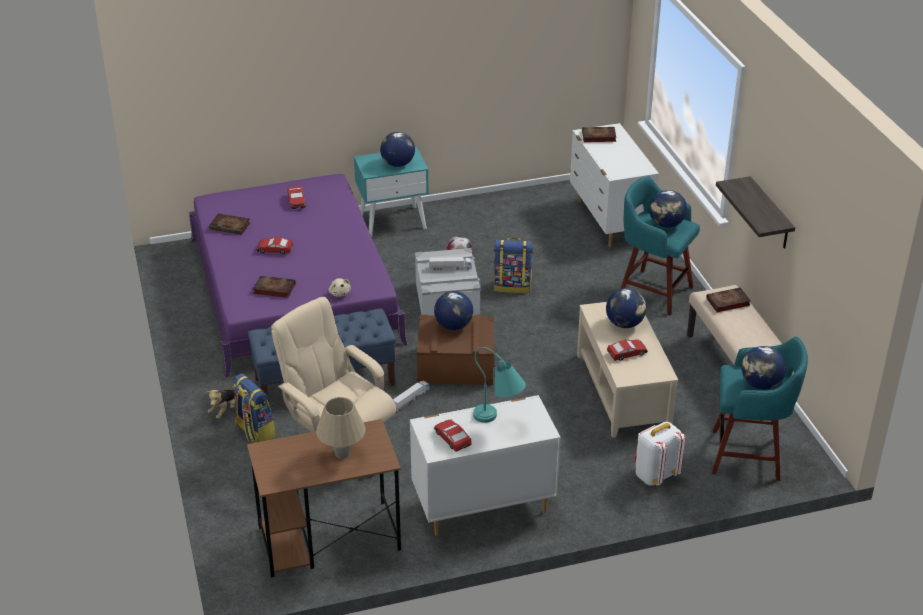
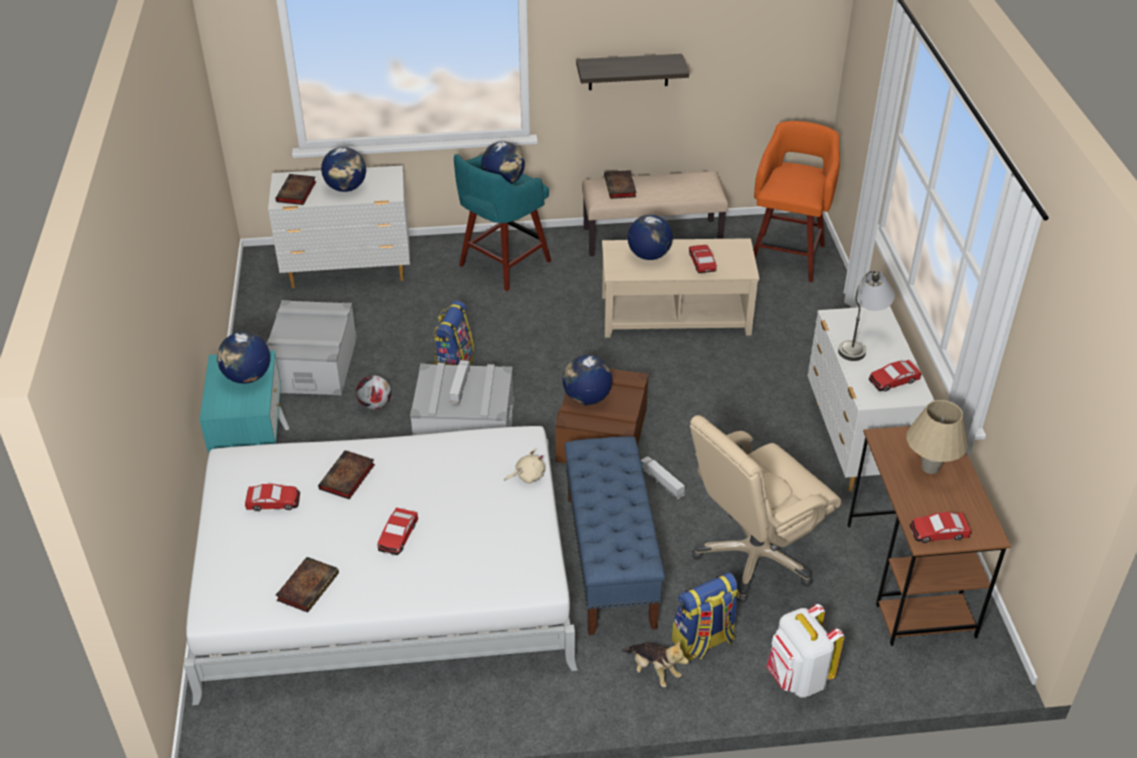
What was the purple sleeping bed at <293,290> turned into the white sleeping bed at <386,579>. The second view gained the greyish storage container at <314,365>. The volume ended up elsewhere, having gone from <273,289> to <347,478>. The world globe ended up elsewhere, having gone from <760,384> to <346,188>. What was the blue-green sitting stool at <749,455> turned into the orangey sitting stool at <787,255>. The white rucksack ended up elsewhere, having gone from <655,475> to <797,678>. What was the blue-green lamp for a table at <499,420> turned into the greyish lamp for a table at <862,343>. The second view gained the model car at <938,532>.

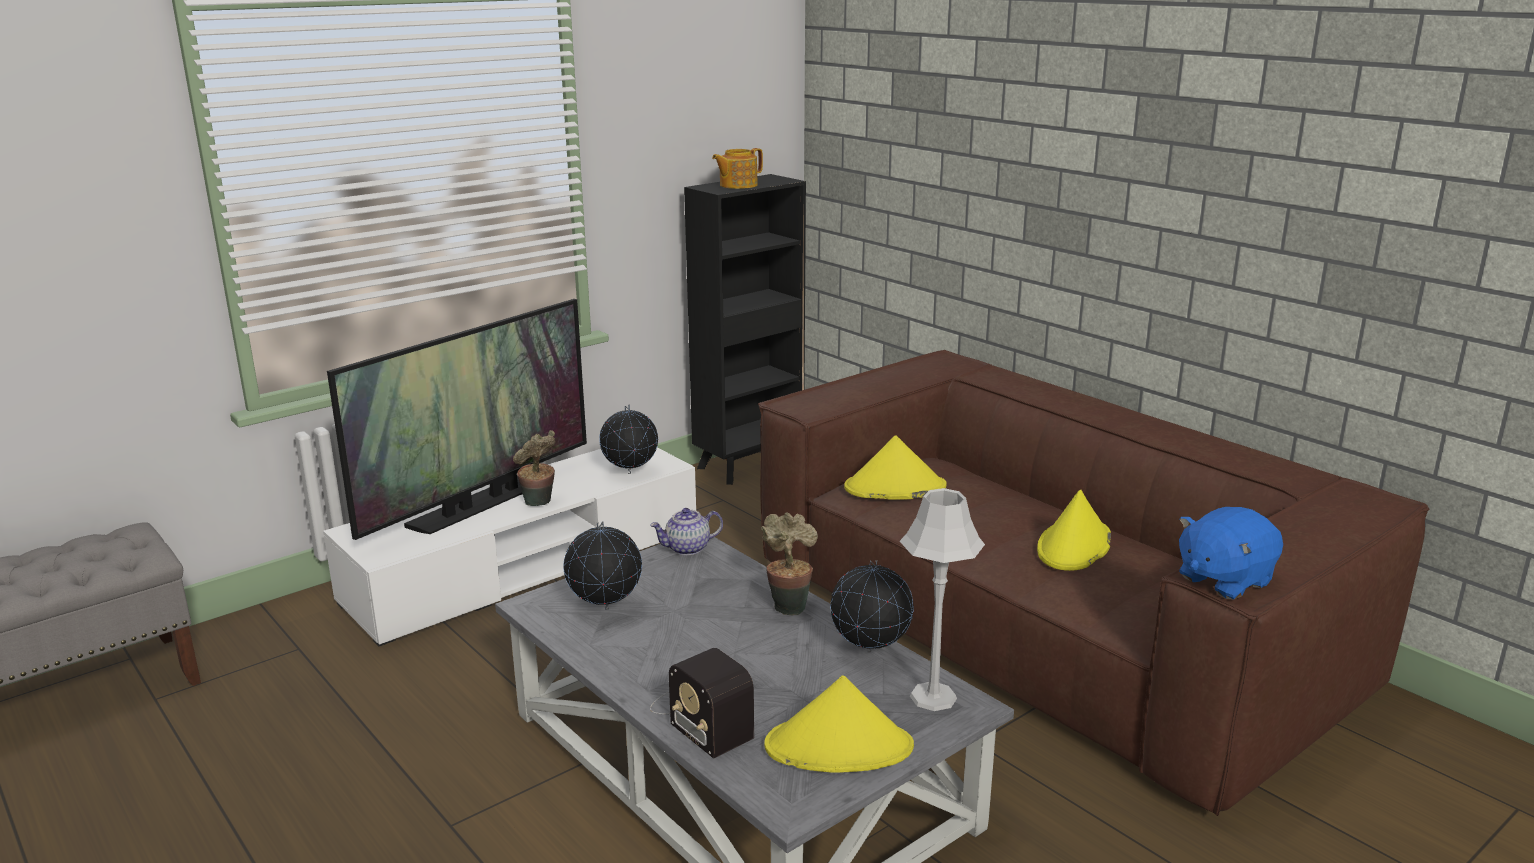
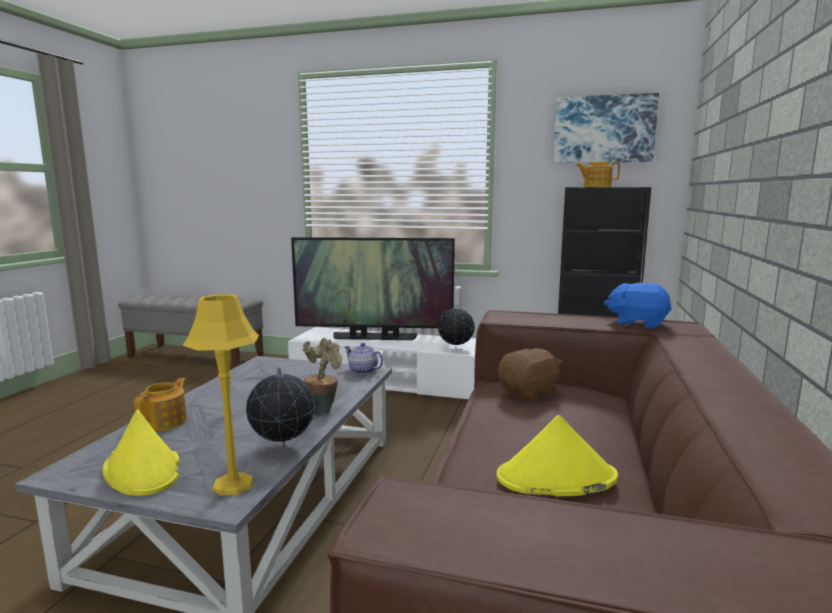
Where the radio stood at <700,716>, the tea pot came to stand at <165,422>. What was the greyish lamp for a table at <932,697> turned into the yellow lamp for a table at <233,484>. Where the yellow clothing hat stood at <894,488>, the brownish cuddly toy came to stand at <529,392>. The second view gained the wall art at <603,129>. The bluish cuddly toy ended up elsewhere, having gone from <1223,580> to <637,323>. The second view lost the potted plant at <539,504>. The second view lost the world globe at <605,609>.

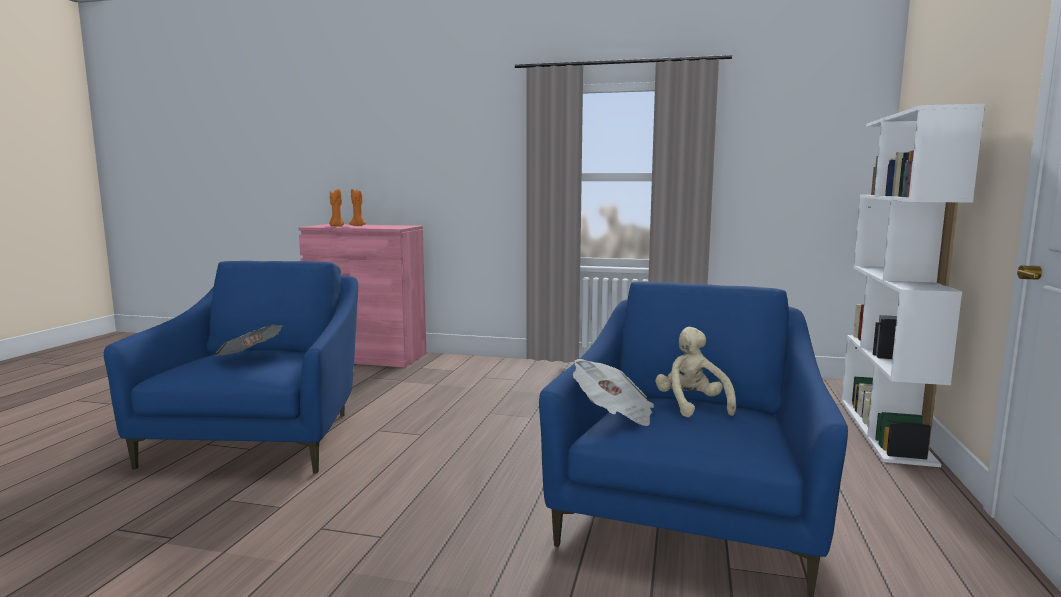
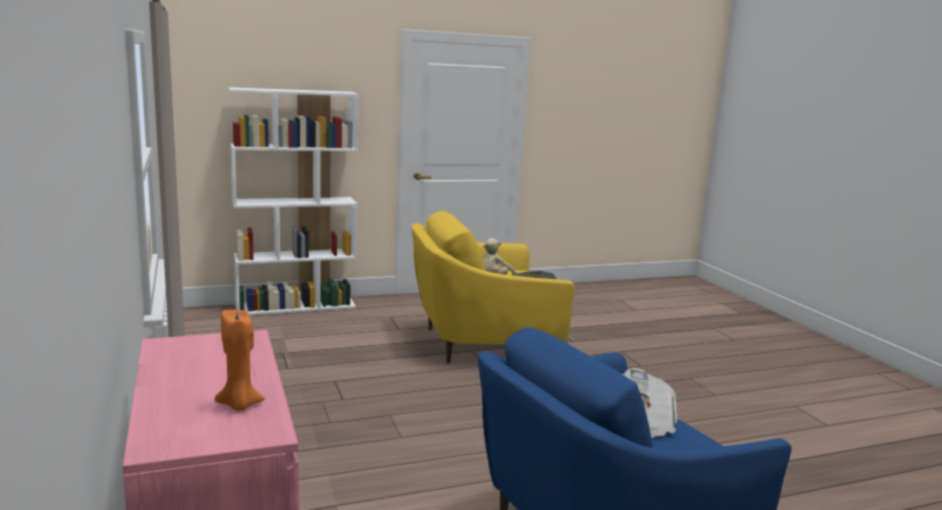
What was the bluish lounge chair at <688,513> turned into the yellow lounge chair at <483,343>. The second view lost the orangey wax candle at <358,225>.

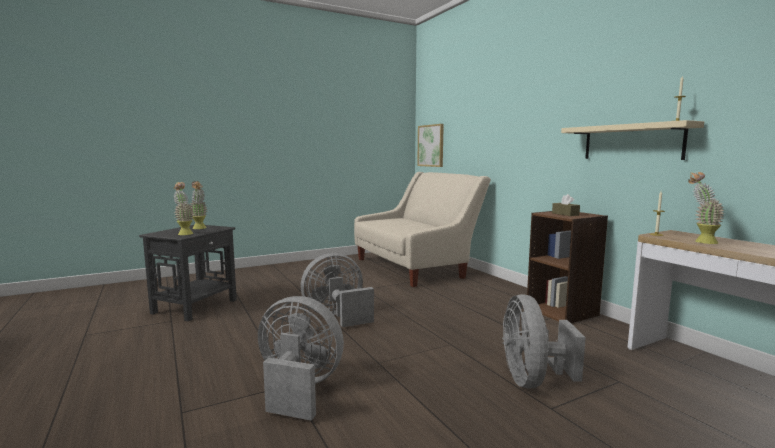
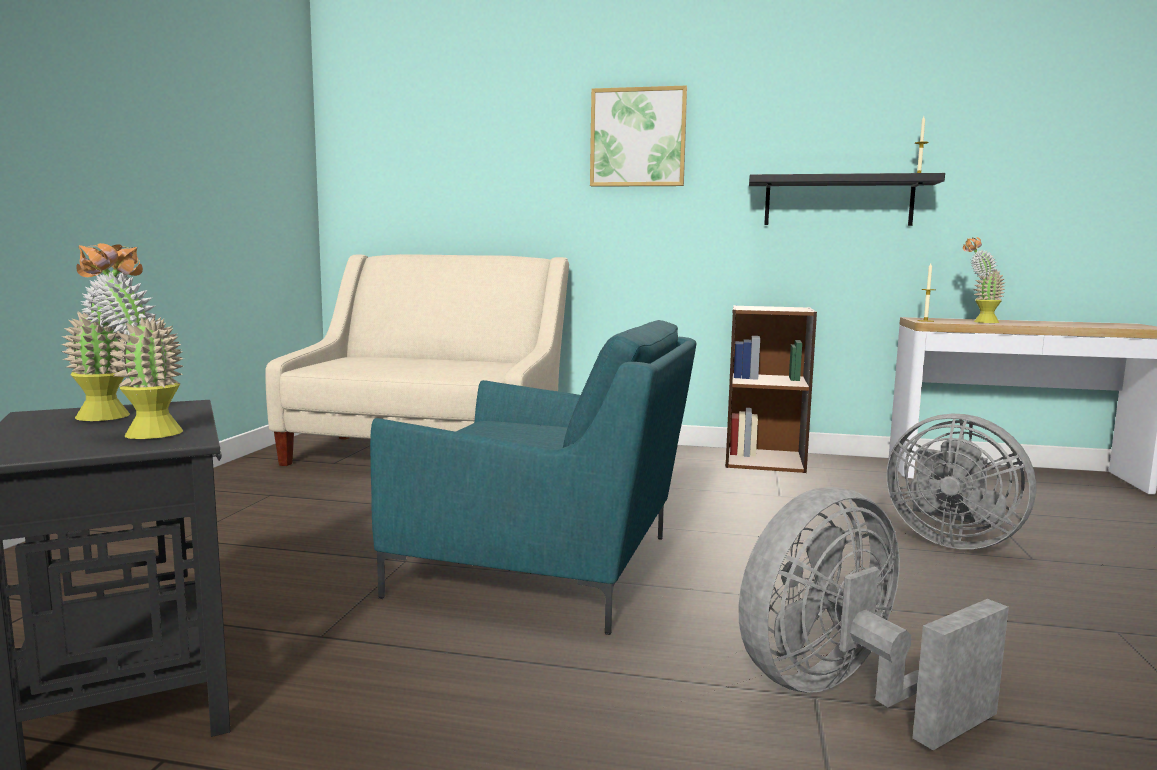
Where the greyish electric fan stood at <337,316>, the blue-green lounge chair came to stand at <547,567>. The wall art ended up elsewhere, having gone from <431,145> to <638,137>. What was the beige shelf at <631,142> turned into the blackish shelf at <838,201>. The second view lost the brownish tissue holder at <565,214>.

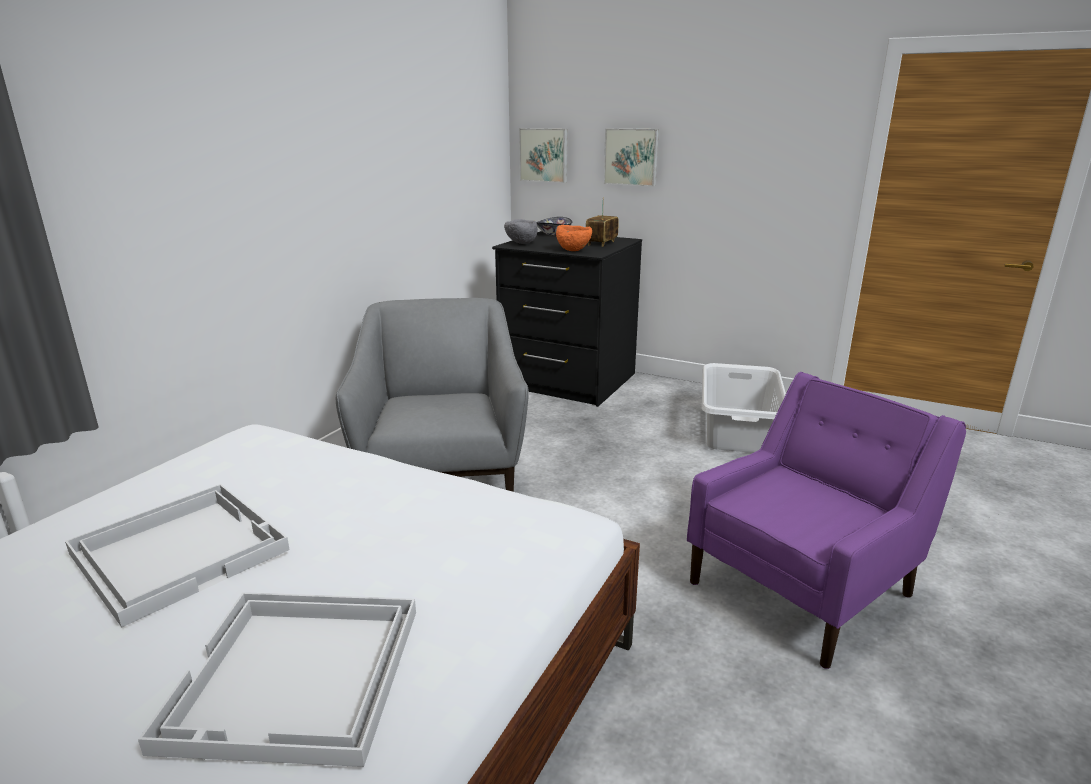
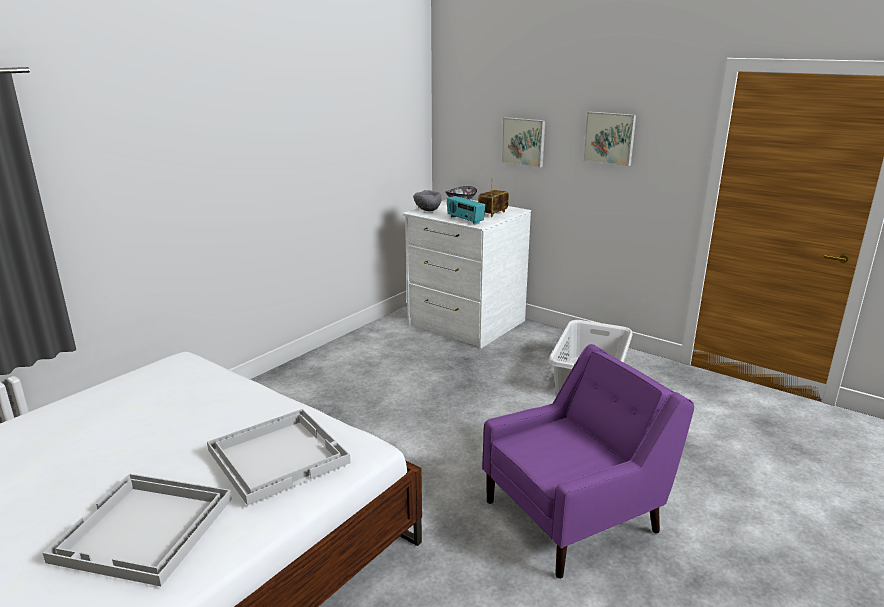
The white tray ended up elsewhere, having gone from <180,550> to <278,455>. What was the blackish chest of drawers at <567,381> turned into the white chest of drawers at <465,323>. Where the orangey deep dish stood at <574,250>, the radio came to stand at <464,220>. The wall art ended up elsewhere, having gone from <544,155> to <610,138>. The second view lost the greyish lounge chair at <442,470>.

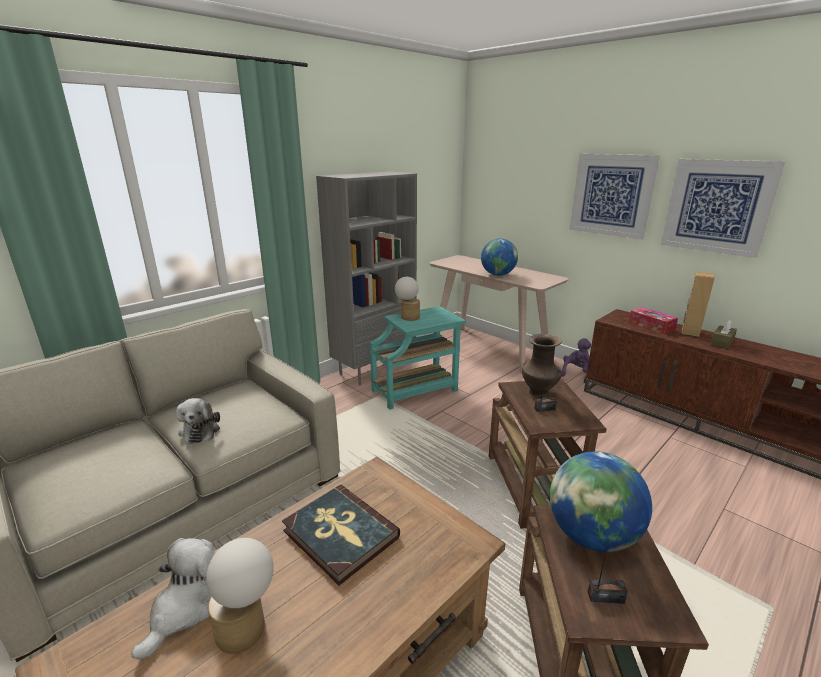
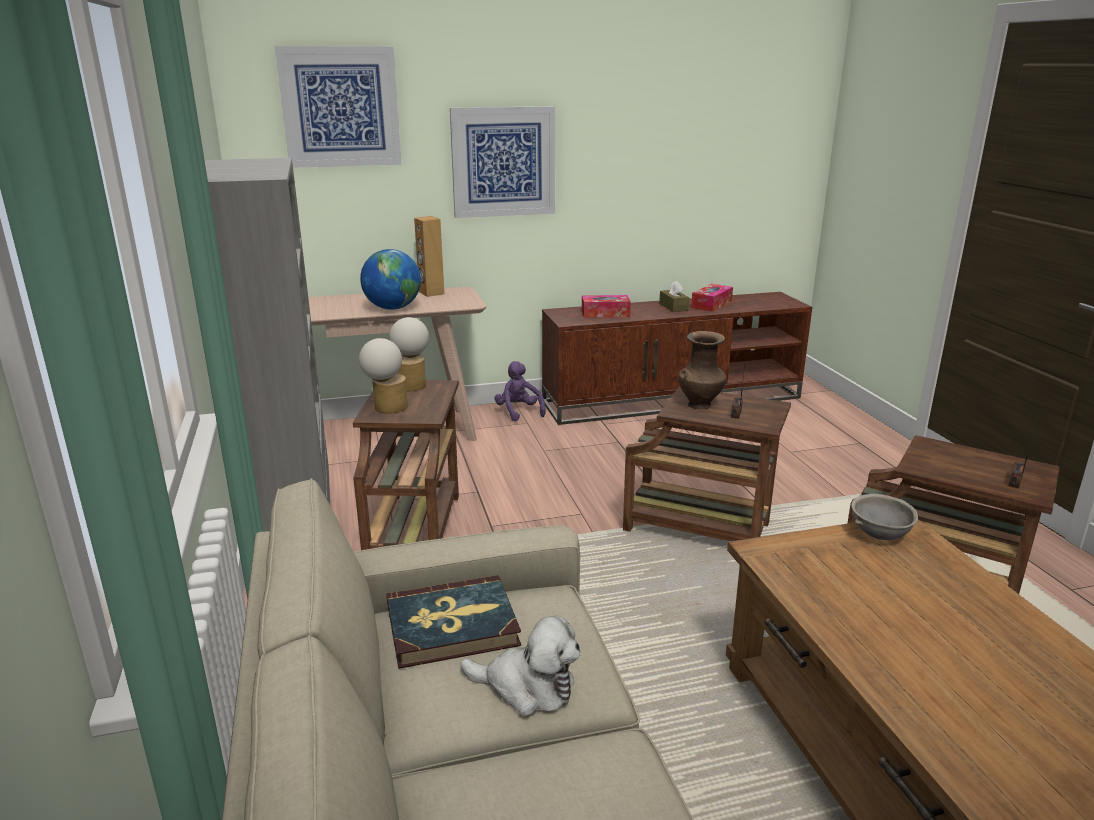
The wall art ended up elsewhere, having gone from <717,206> to <340,107>. What was the blue-green accent table at <417,390> turned into the brownish accent table at <415,526>. The volume ended up elsewhere, having gone from <340,534> to <452,626>. The lamp for a table ended up elsewhere, having gone from <248,628> to <412,384>. The brownish loudspeaker ended up elsewhere, having gone from <690,332> to <431,293>. The second view gained the tissue holder at <711,304>. The second view gained the greyish deep dish at <880,536>. The second view lost the cuddly toy at <185,608>. The second view lost the world globe at <591,536>.

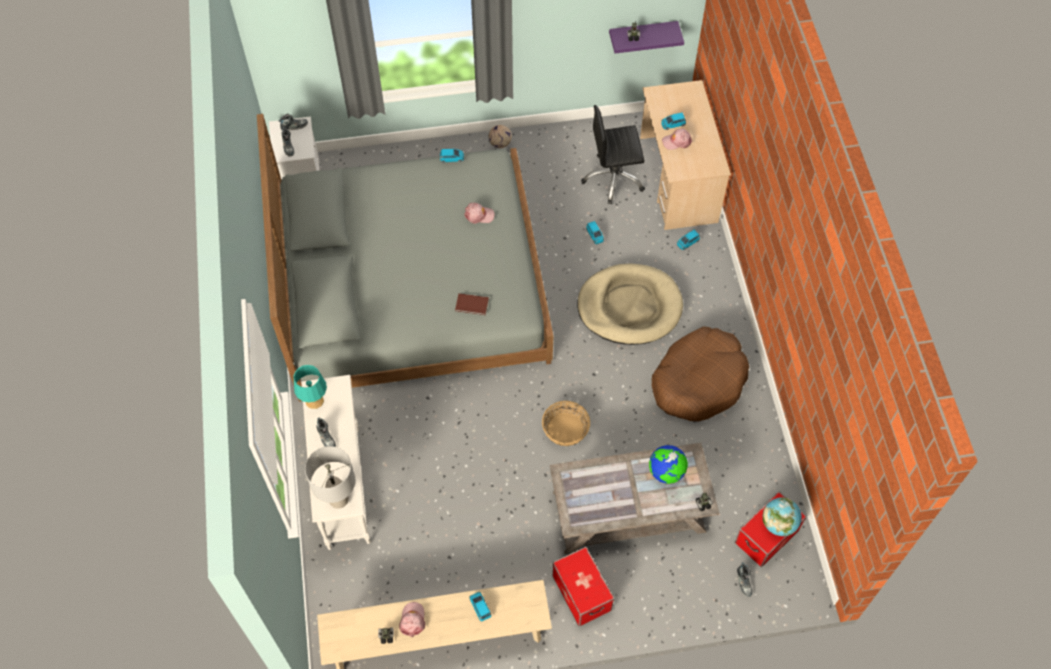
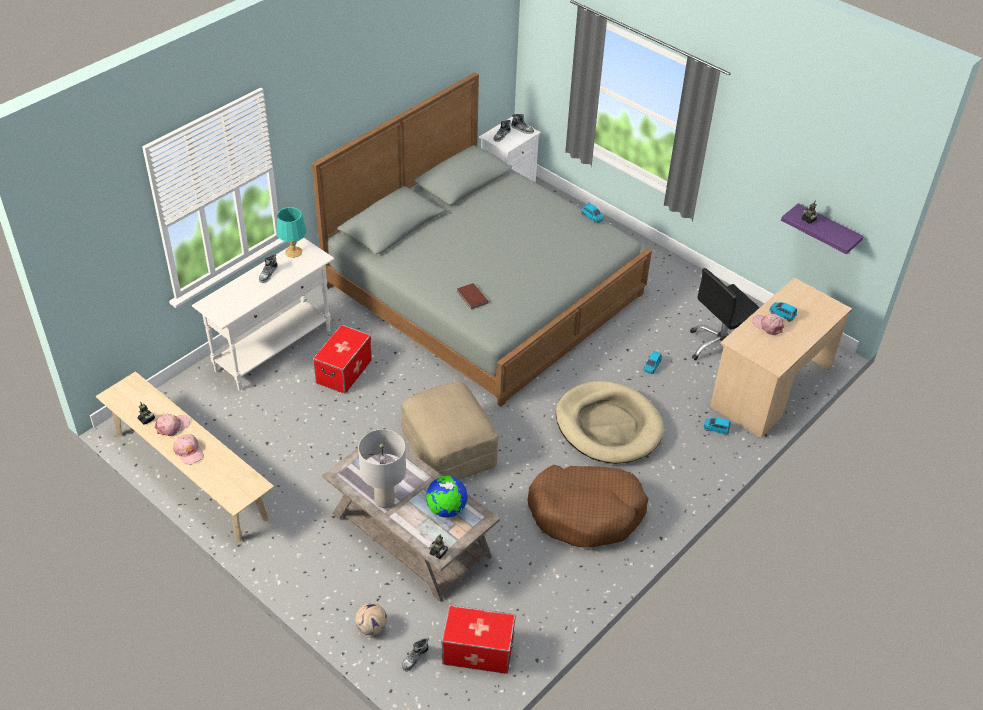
The pink peaked cap ended up elsewhere, having gone from <479,215> to <189,452>. The storage container ended up elsewhere, having gone from <581,593> to <343,371>. The ball for football ended up elsewhere, having gone from <500,143> to <372,627>. The greyish lamp for a table ended up elsewhere, having gone from <339,499> to <385,500>. Where the basket stood at <565,430>, the beige ottoman came to stand at <448,450>. The blackish desk chair at <613,178> ended up facing another way, 75 degrees counterclockwise from before. The second view lost the bluish model car at <480,607>. The second view lost the world globe at <778,524>.

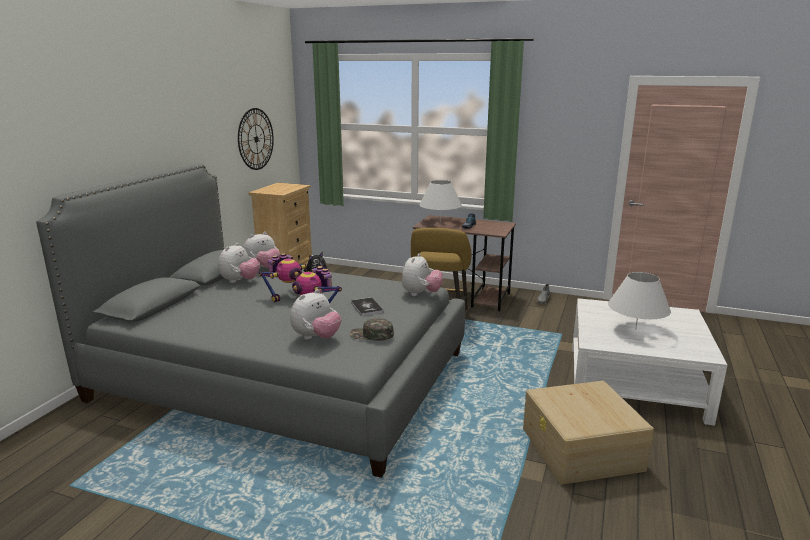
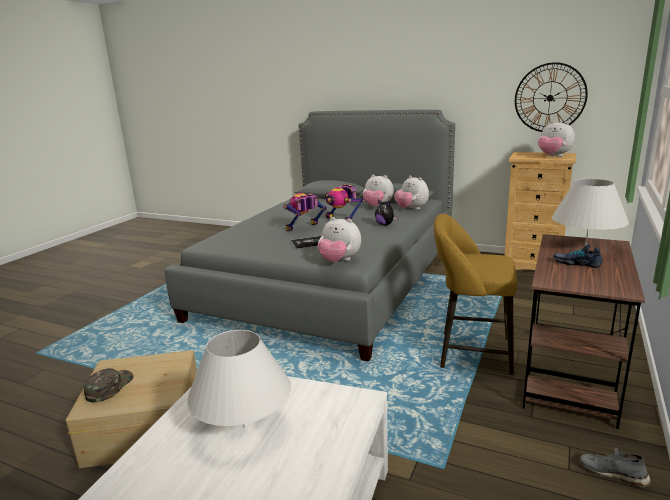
The green peaked cap ended up elsewhere, having gone from <371,335> to <109,387>. The cuddly toy ended up elsewhere, having gone from <316,338> to <553,156>.

